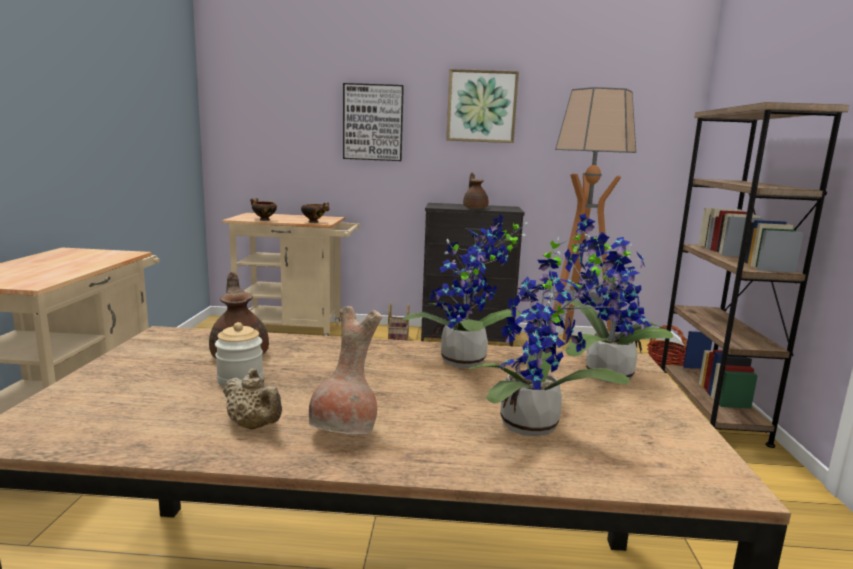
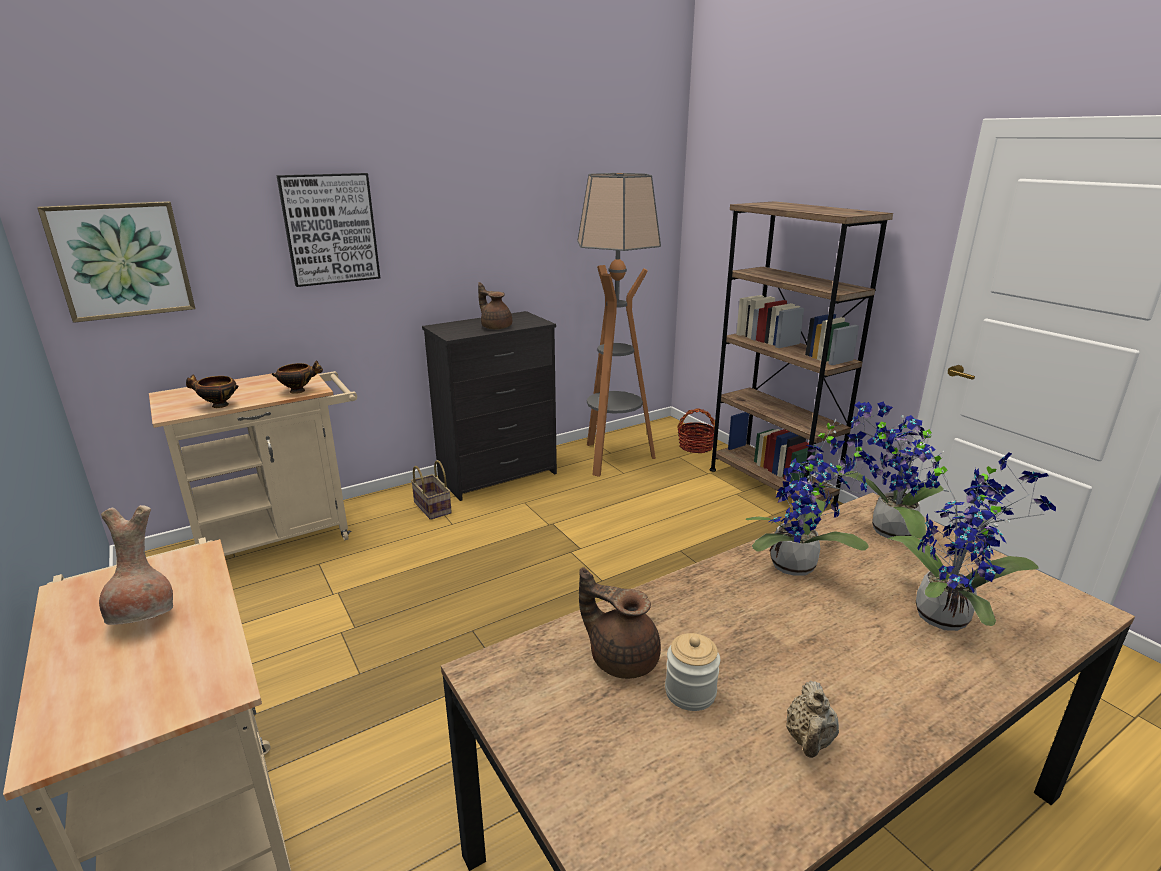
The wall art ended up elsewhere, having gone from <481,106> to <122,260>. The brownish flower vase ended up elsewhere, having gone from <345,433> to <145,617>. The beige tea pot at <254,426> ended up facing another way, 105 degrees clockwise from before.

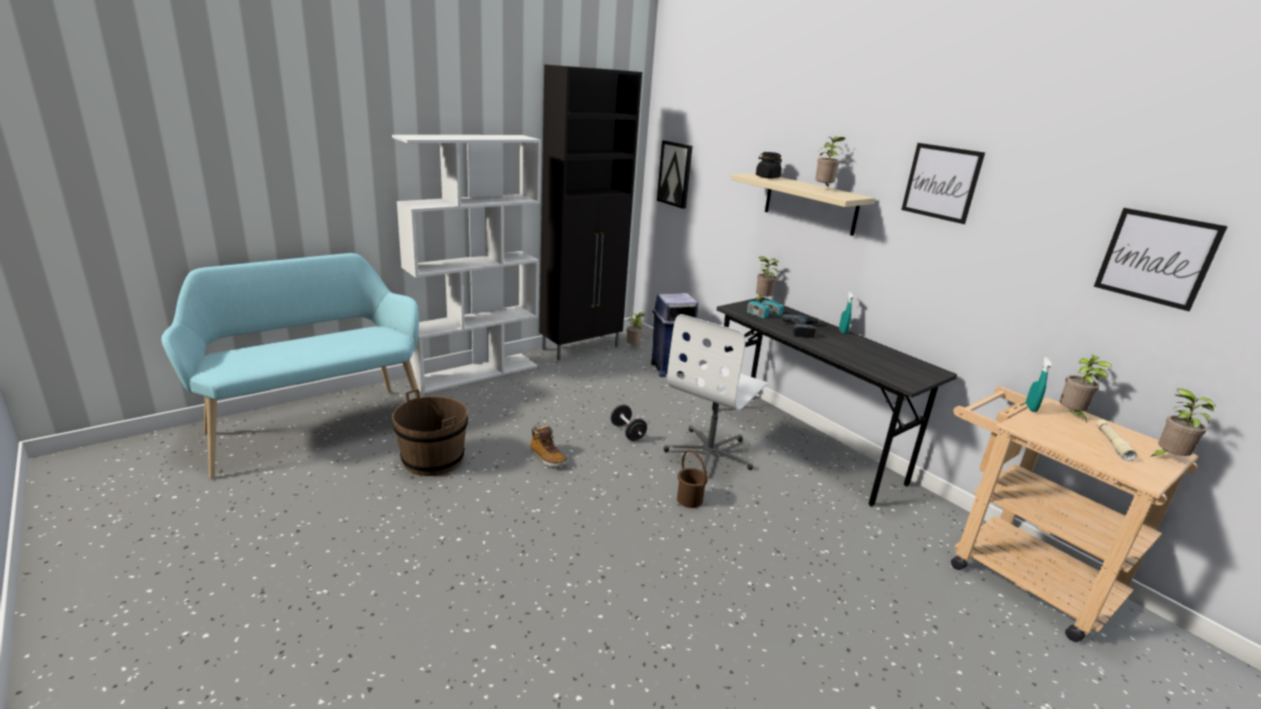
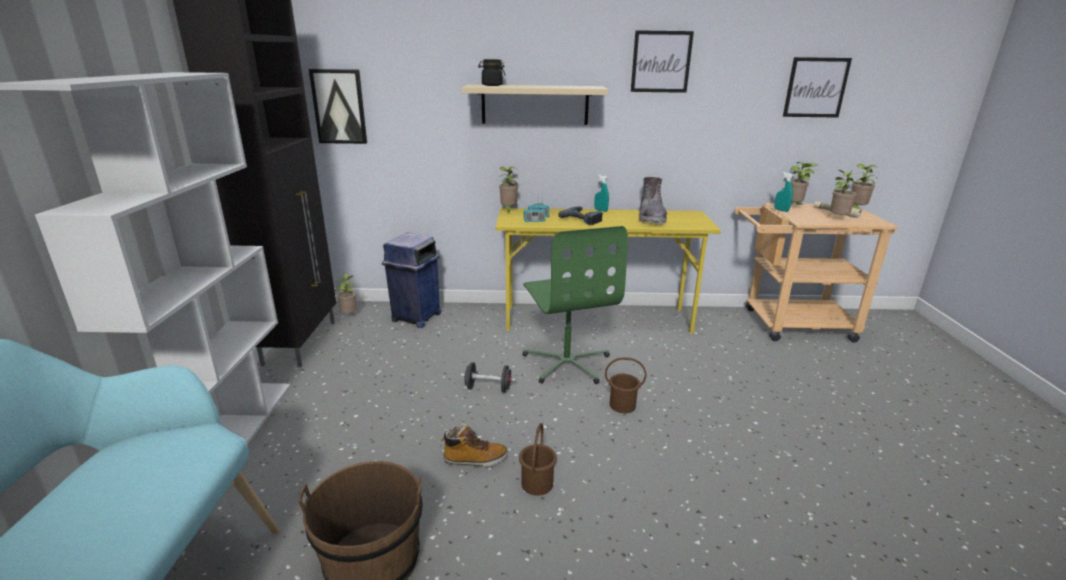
What was the greyish desk unit at <803,445> turned into the yellow desk unit at <597,319>. The second view gained the brownish pail at <536,483>. What was the white desk chair at <710,453> turned into the green desk chair at <567,363>. The second view gained the greyish tall boot at <651,218>. The potted plant ended up elsewhere, having gone from <824,189> to <837,219>.

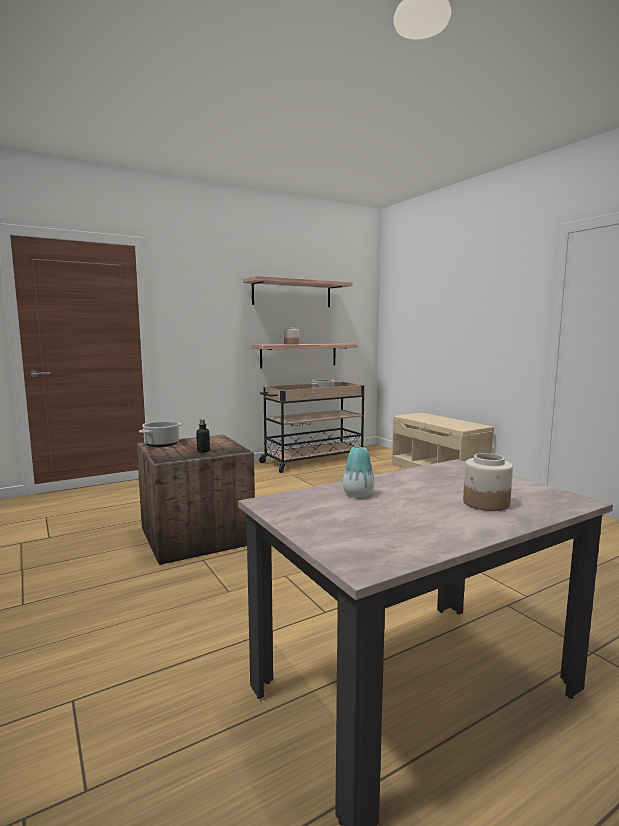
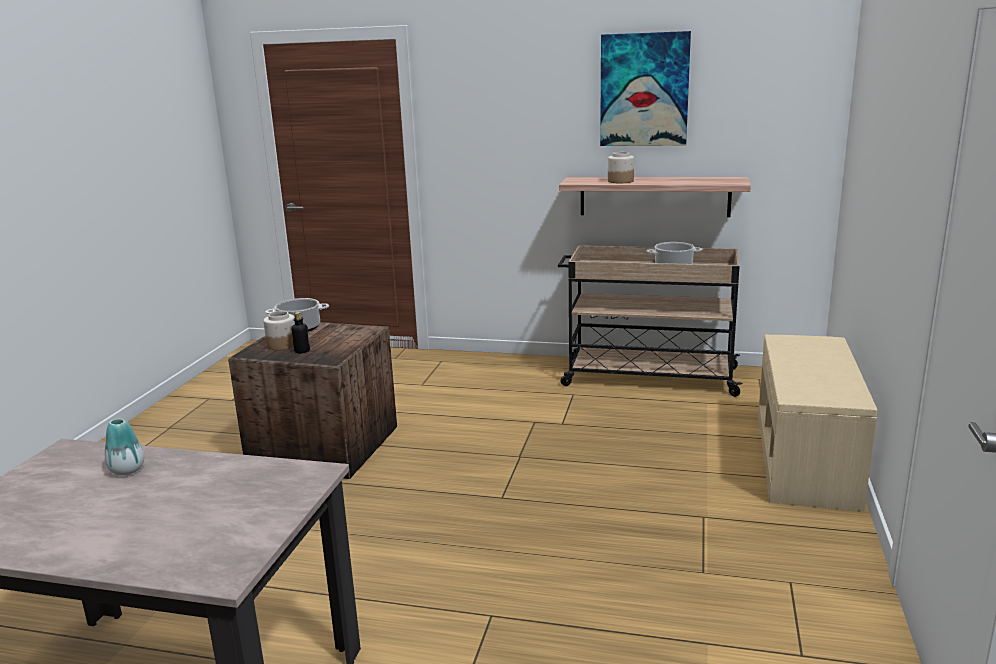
The preserve jar ended up elsewhere, having gone from <486,503> to <282,345>. Where the shelf hung at <292,294>, the wall art came to hang at <644,90>.

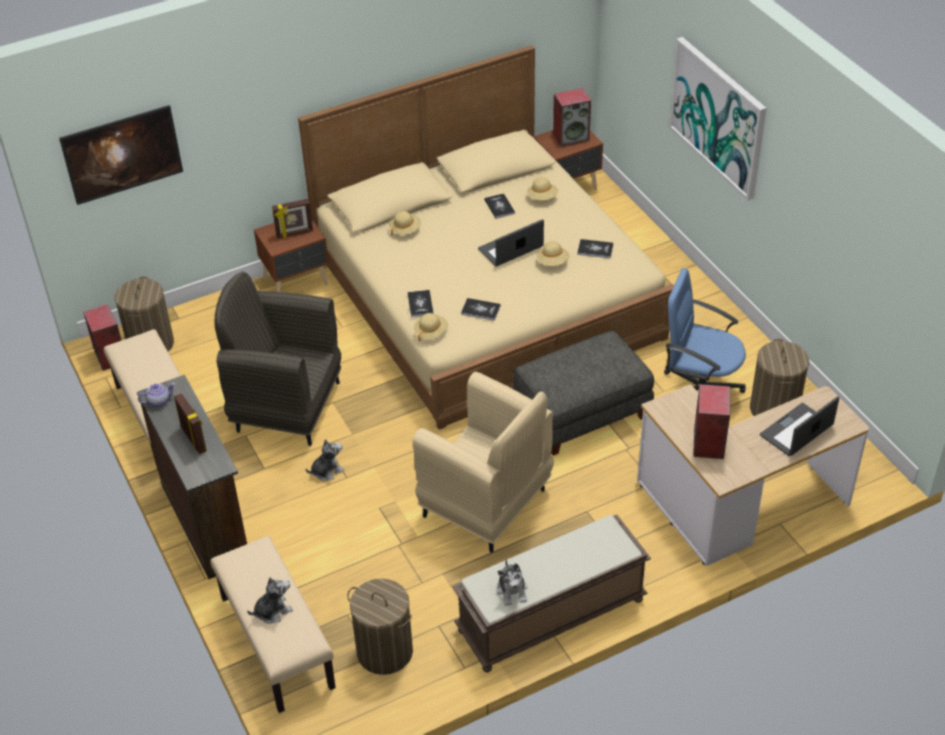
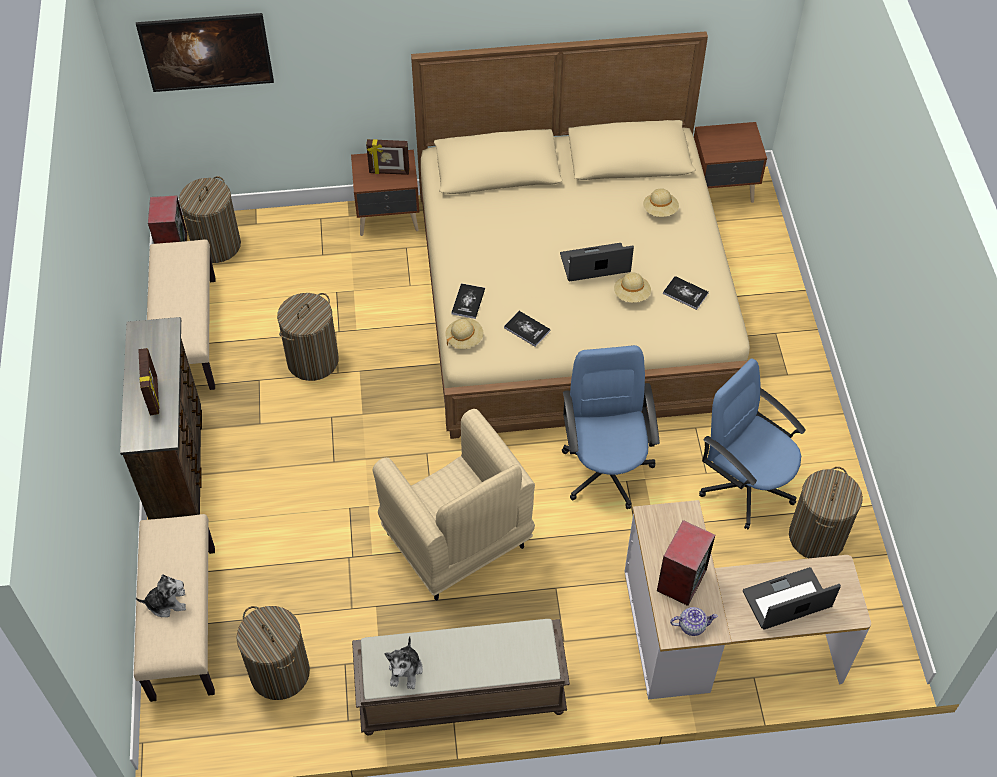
Where the greyish lounge chair stood at <286,407>, the hamper came to stand at <313,360>. Where the greyish ottoman stood at <582,413>, the bluish desk chair came to stand at <606,469>. The tea pot ended up elsewhere, having gone from <159,401> to <692,625>. The second view lost the cuddly toy at <326,471>. The second view lost the beige clothing hat at <405,230>. The second view lost the volume at <499,206>. The second view lost the loudspeaker at <571,137>. The second view lost the wall art at <718,117>.

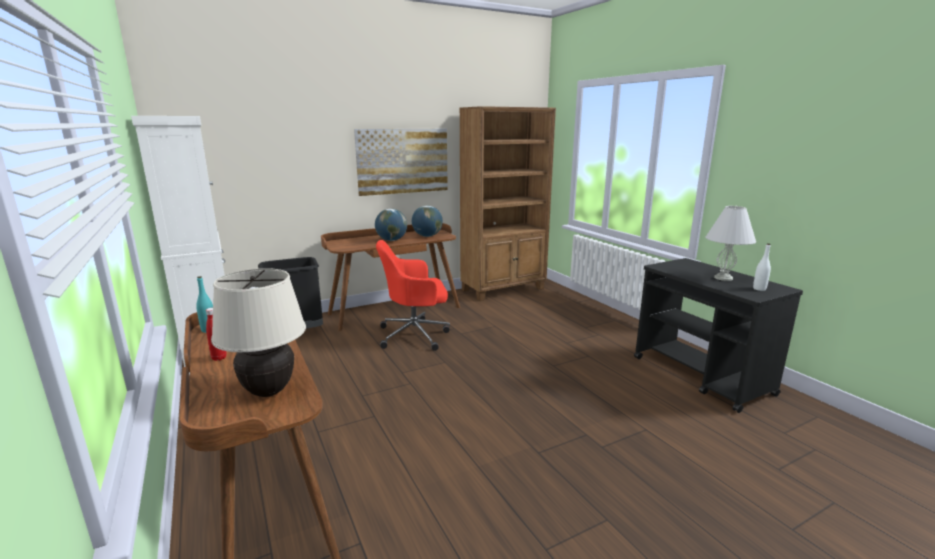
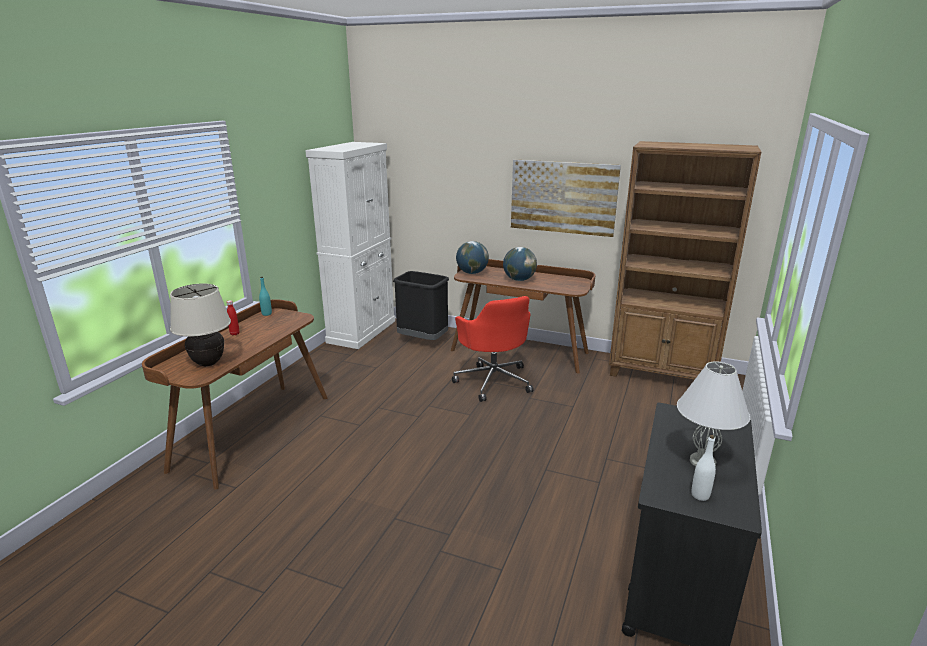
The reddish desk chair at <415,335> ended up facing another way, 150 degrees counterclockwise from before. The world globe ended up elsewhere, having gone from <427,236> to <472,273>.

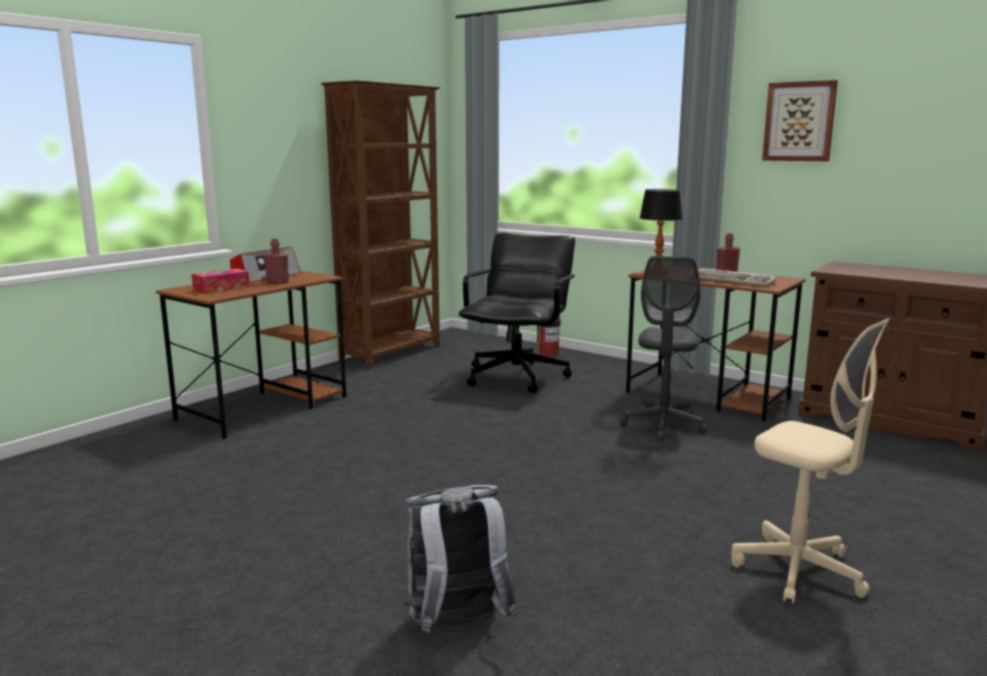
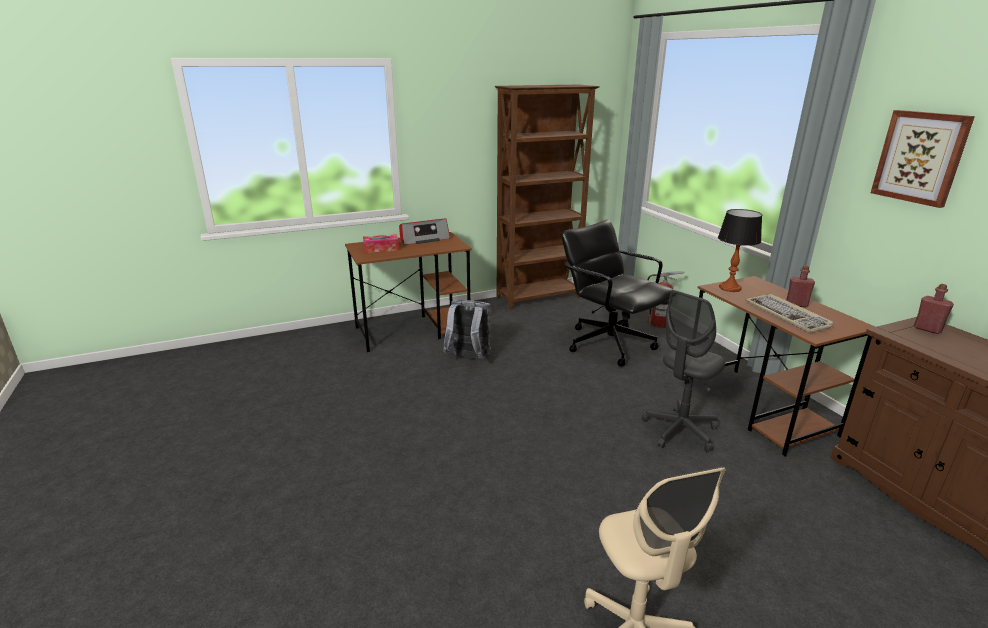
The greyish rucksack ended up elsewhere, having gone from <457,627> to <469,359>. The blackish desk chair at <517,376> ended up facing another way, 90 degrees counterclockwise from before. The reddish drink bottle ended up elsewhere, having gone from <277,282> to <927,329>.

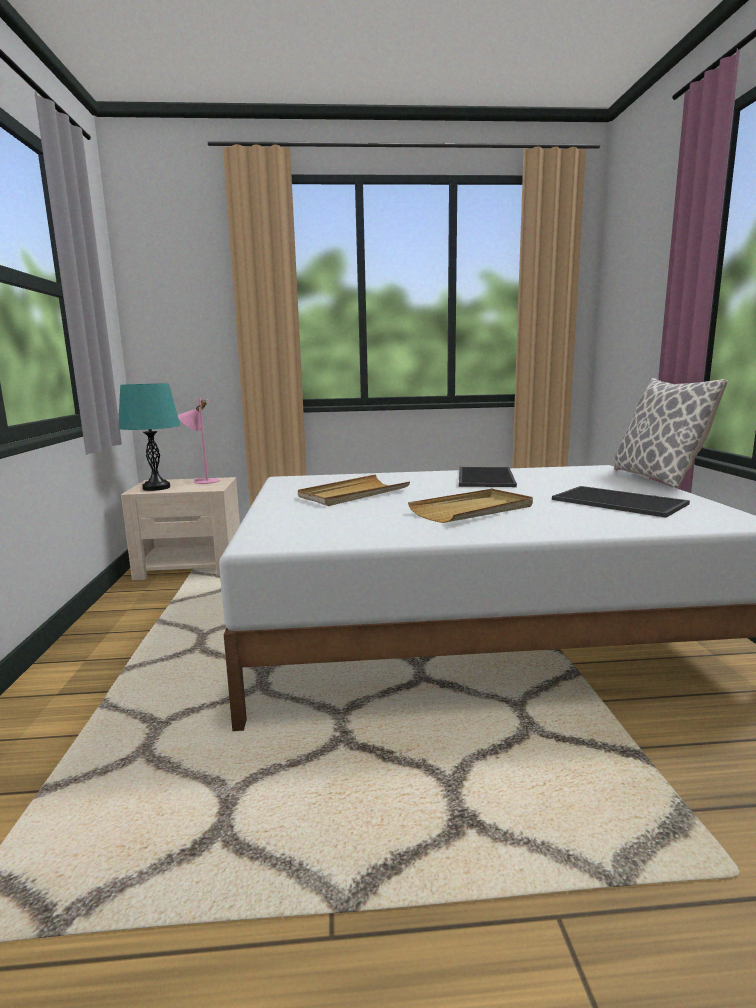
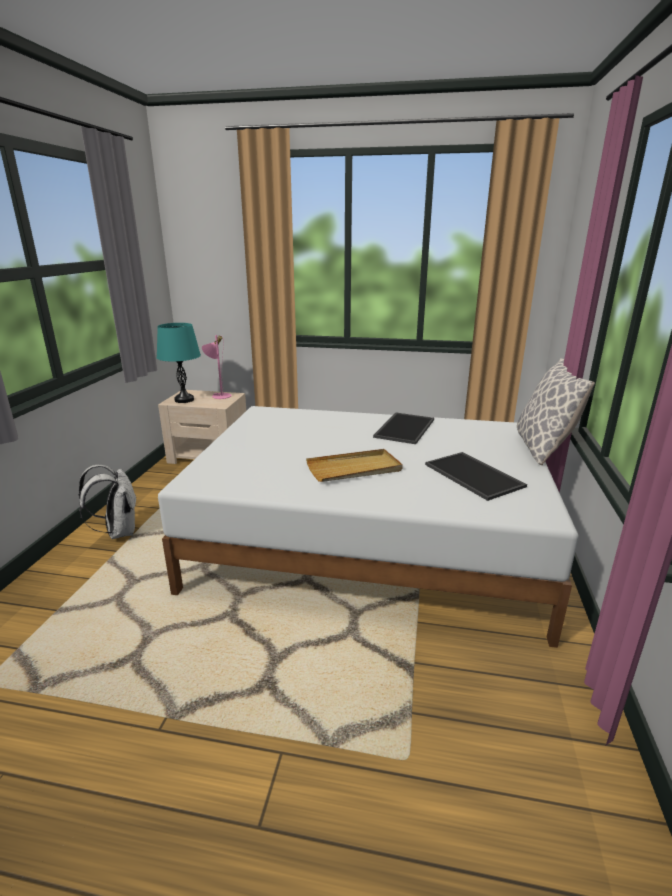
The second view gained the white rucksack at <118,532>. The second view lost the beige tray at <353,494>.

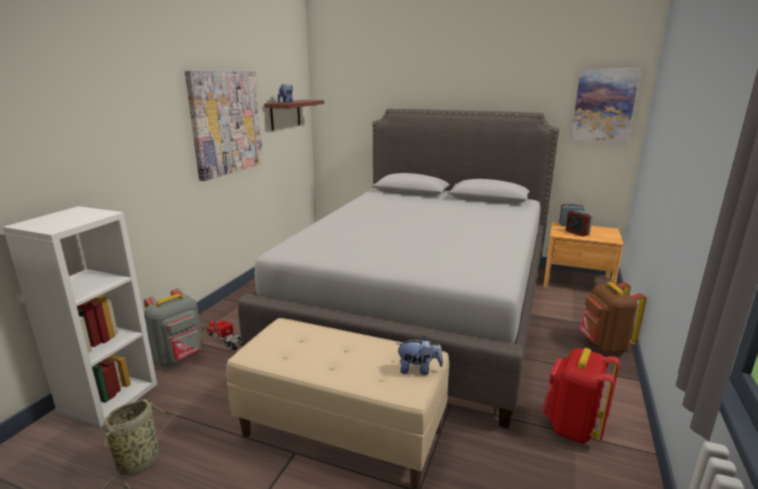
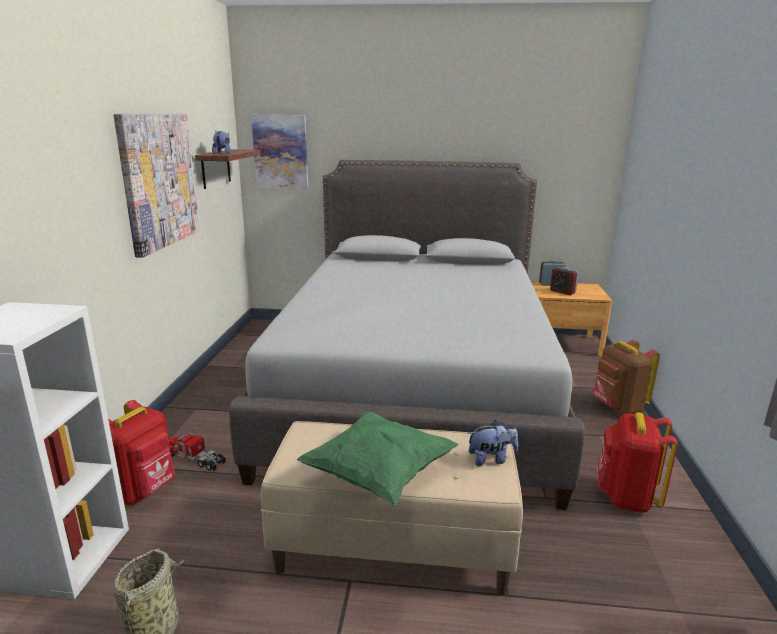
What was the greyish rucksack at <180,358> turned into the reddish rucksack at <144,490>. The wall art ended up elsewhere, having gone from <603,106> to <281,152>. The second view gained the green cushion at <379,475>.

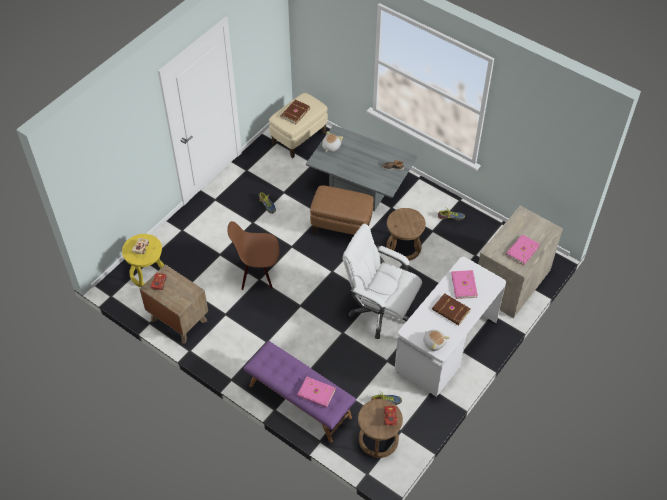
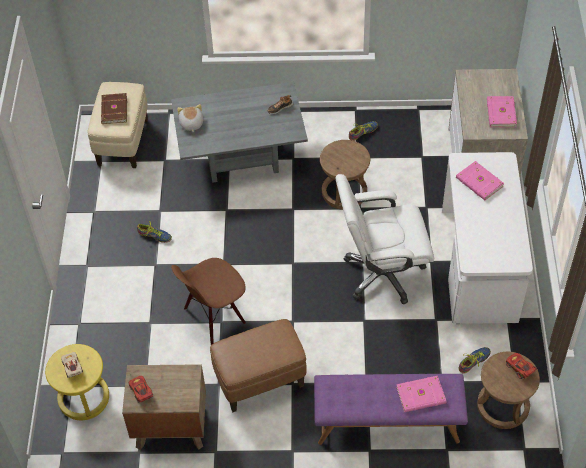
The brownish ottoman ended up elsewhere, having gone from <342,228> to <260,381>. The second view lost the cuddly toy at <434,342>. The second view lost the brownish volume at <451,311>.

